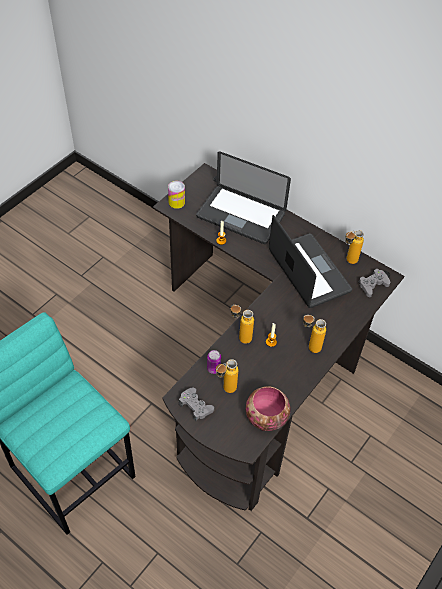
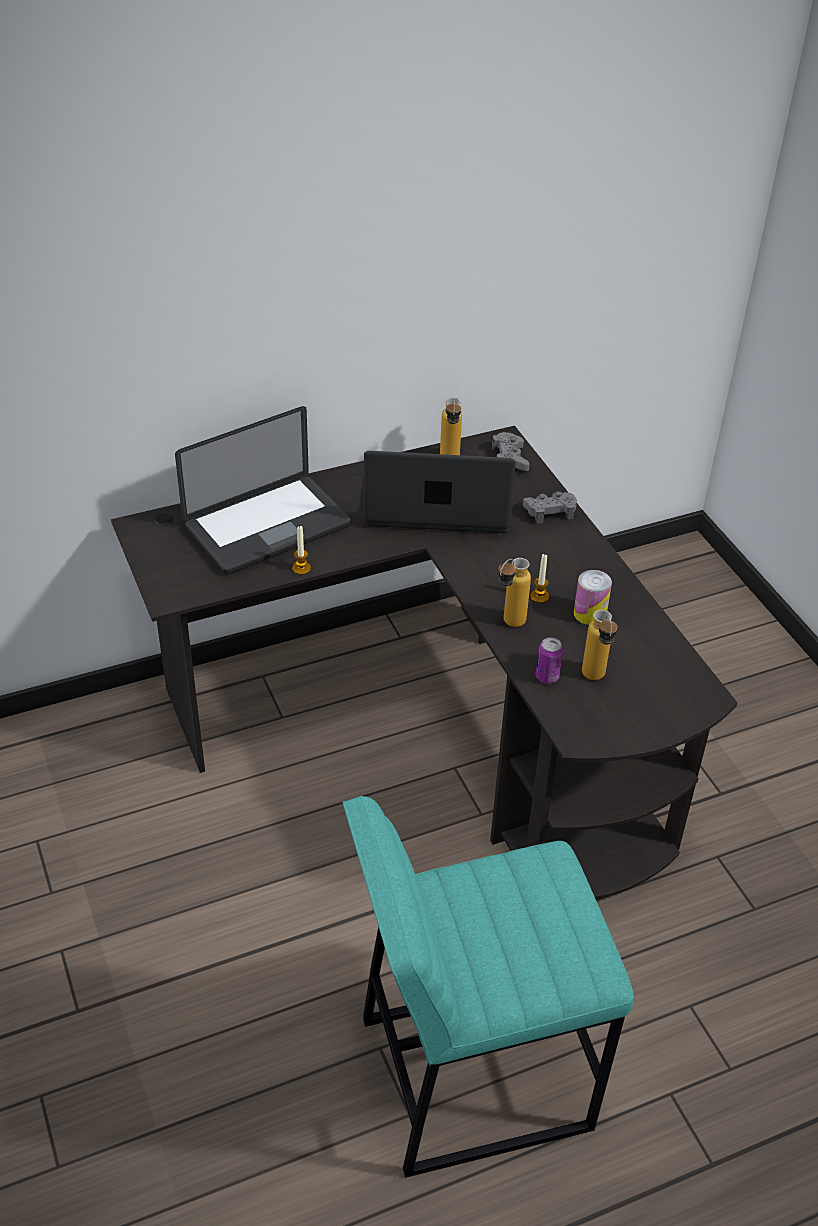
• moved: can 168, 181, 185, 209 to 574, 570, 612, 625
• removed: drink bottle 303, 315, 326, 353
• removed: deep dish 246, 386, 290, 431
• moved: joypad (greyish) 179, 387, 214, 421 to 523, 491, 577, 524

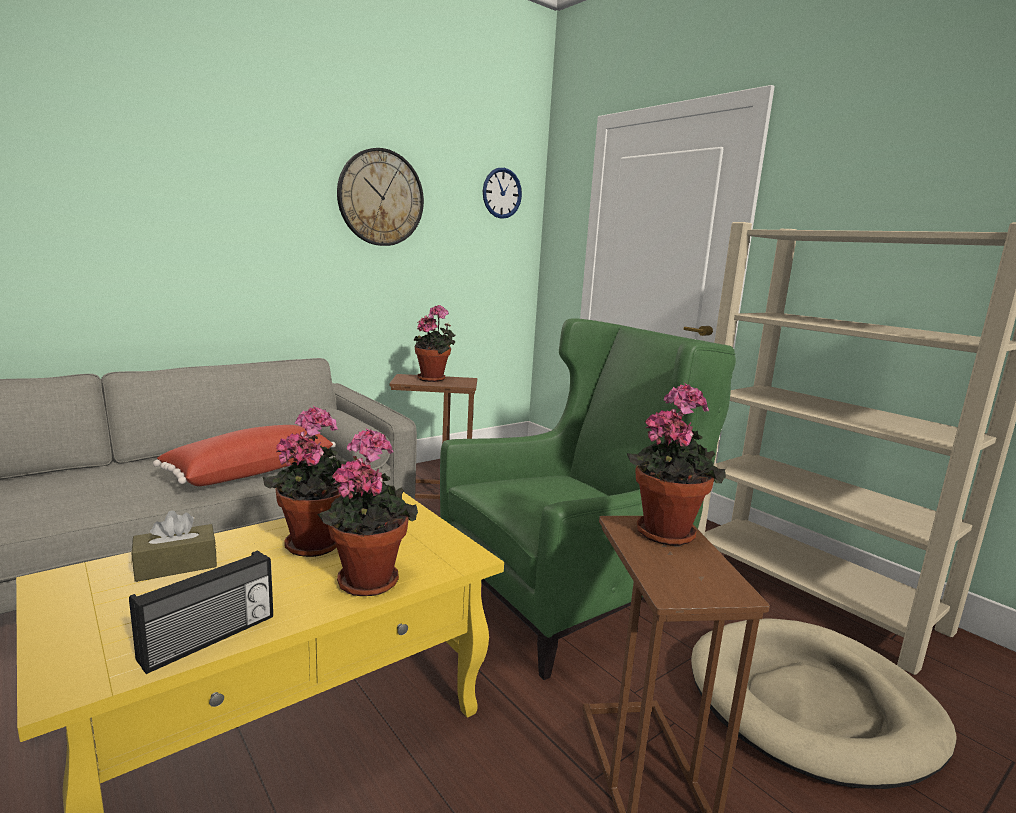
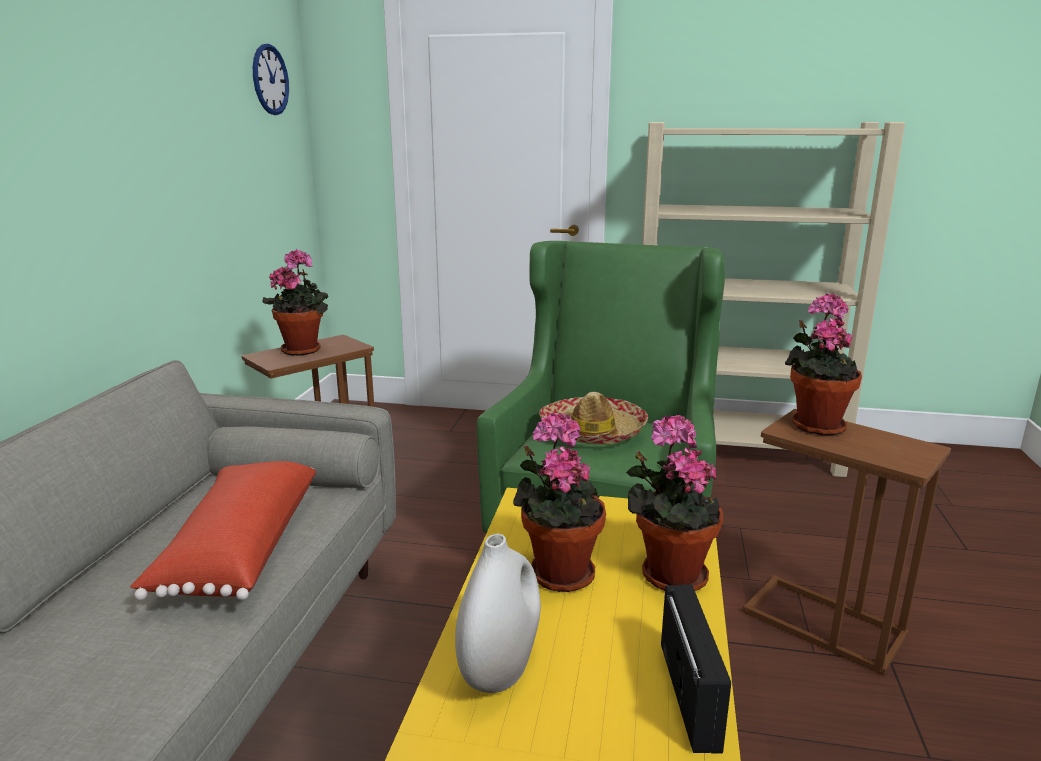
• removed: wall clock 337, 148, 424, 246
• replaced: tissue box (brown) 132, 511, 217, 582 to vase (white) 455, 534, 541, 693
• removed: dog cushion (beige) 691, 618, 957, 789
• added: wearable hat 539, 392, 648, 444

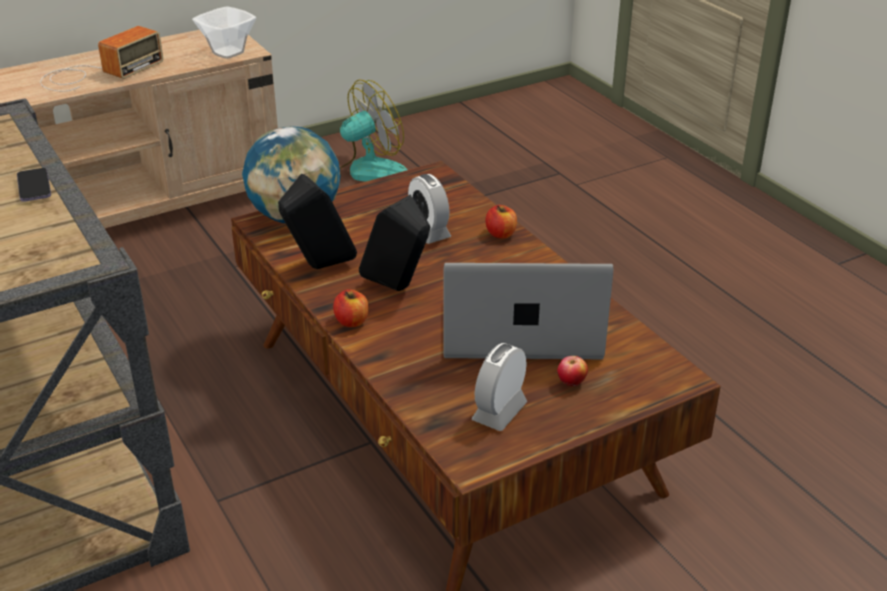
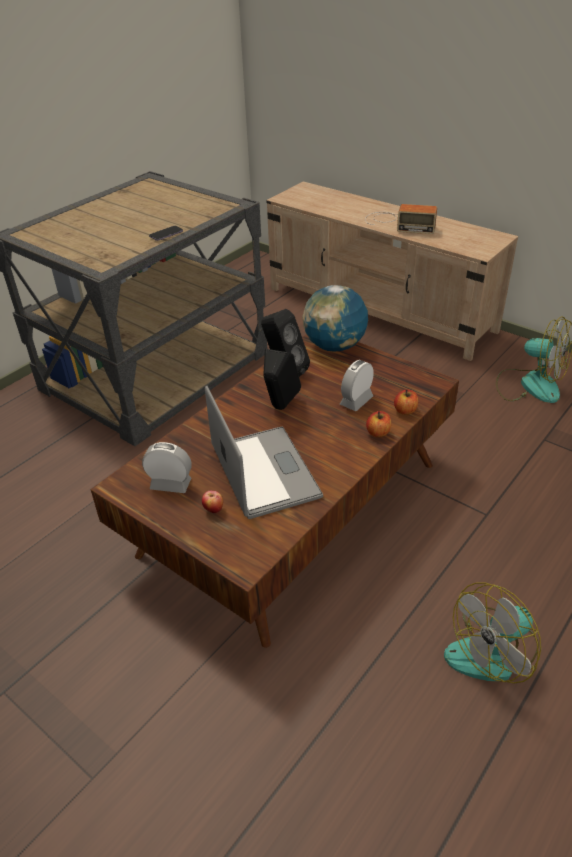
• removed: deep dish 192, 6, 256, 59
• moved: apple 333, 289, 369, 327 to 394, 390, 418, 415
• added: cooling fan 444, 582, 541, 684

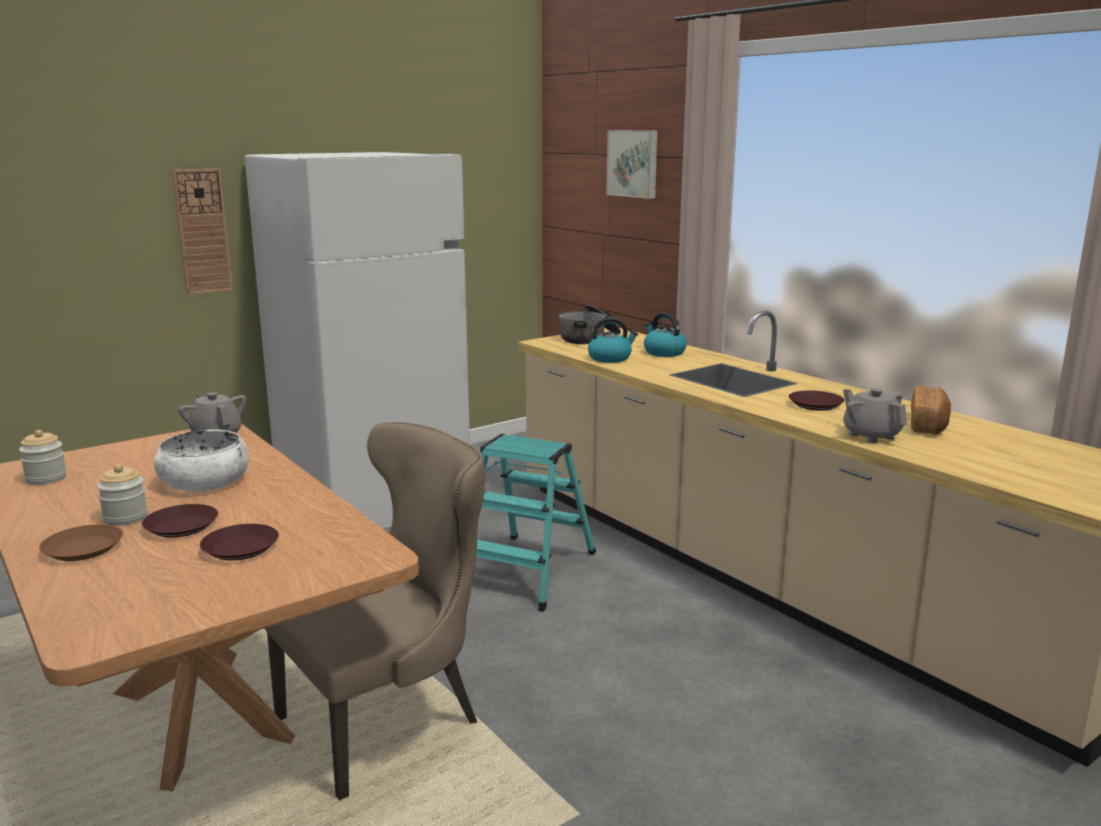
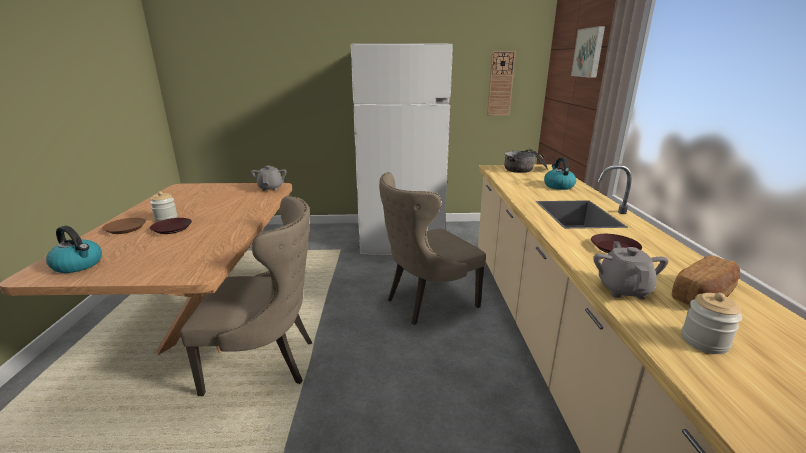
• moved: wall clock 172, 168, 233, 295 to 487, 51, 516, 115
• moved: water kettle 588, 317, 638, 363 to 46, 226, 102, 273
• moved: jar 19, 430, 67, 485 to 681, 293, 742, 354
• removed: deep dish (white) 154, 430, 249, 491
• replaced: stepladder (turquoise-coloured) 476, 433, 596, 612 to plain chair (beige) 379, 172, 486, 325
• removed: flat dish (brown) 200, 524, 279, 560

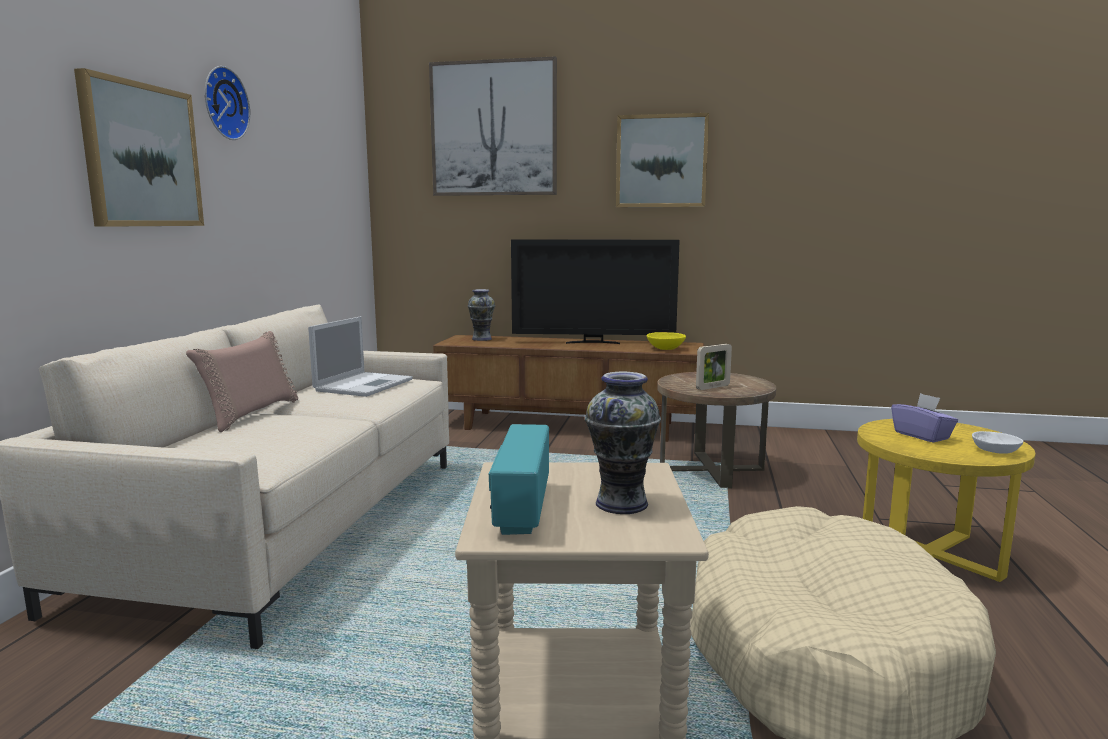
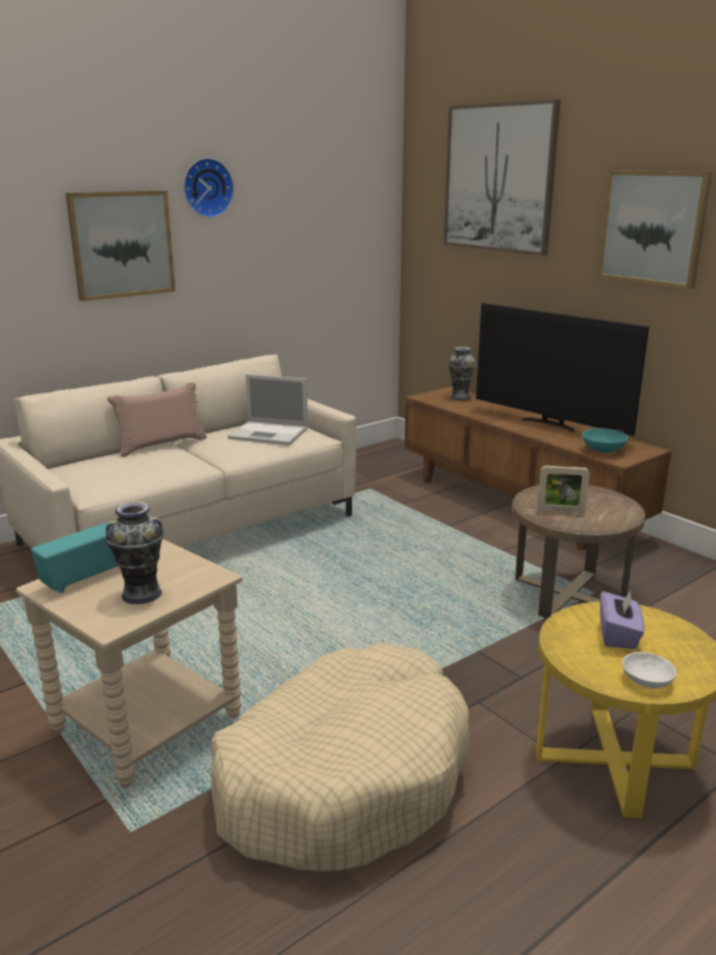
• turned: laptop 308, 316, 413, 397 = 228, 374, 308, 445 45 degrees clockwise
• recoloured: deep dish (yellow) 647, 332, 686, 350 to deep dish (turquoise-coloured) 582, 428, 628, 453

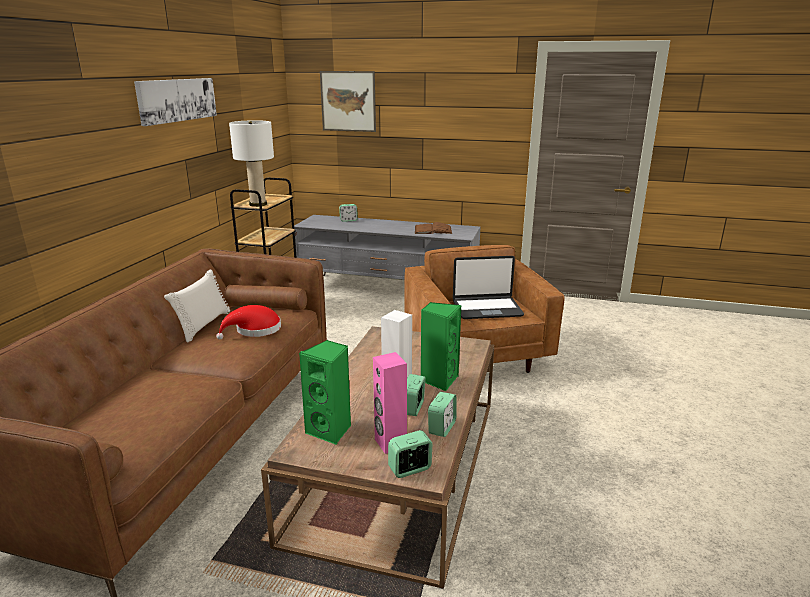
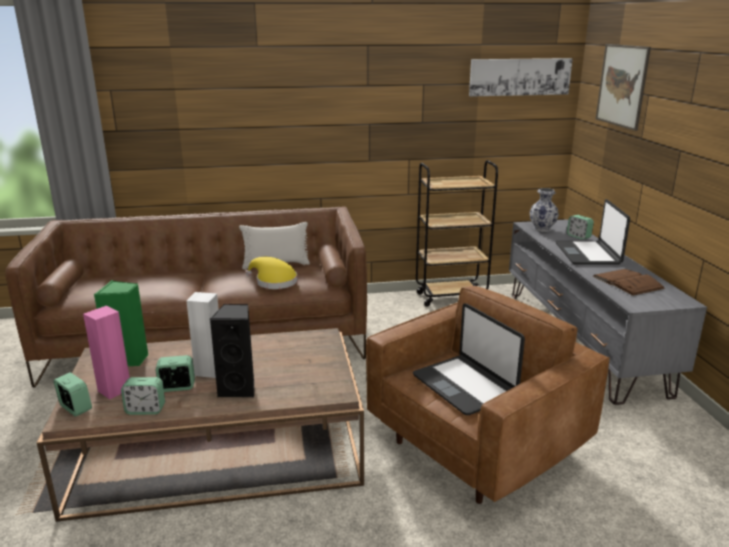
• moved: picture 134, 78, 217, 126 to 469, 58, 573, 97
• removed: table lamp (white) 229, 120, 274, 207
• recoloured: audio speaker (green-coloured) 421, 302, 461, 391 to audio speaker (blackish) 209, 304, 254, 397
• recoloured: wearable hat (red-coloured) 216, 305, 281, 339 to wearable hat (yellow) 246, 257, 297, 289
• added: vase 529, 188, 559, 232
• added: laptop 556, 199, 630, 265

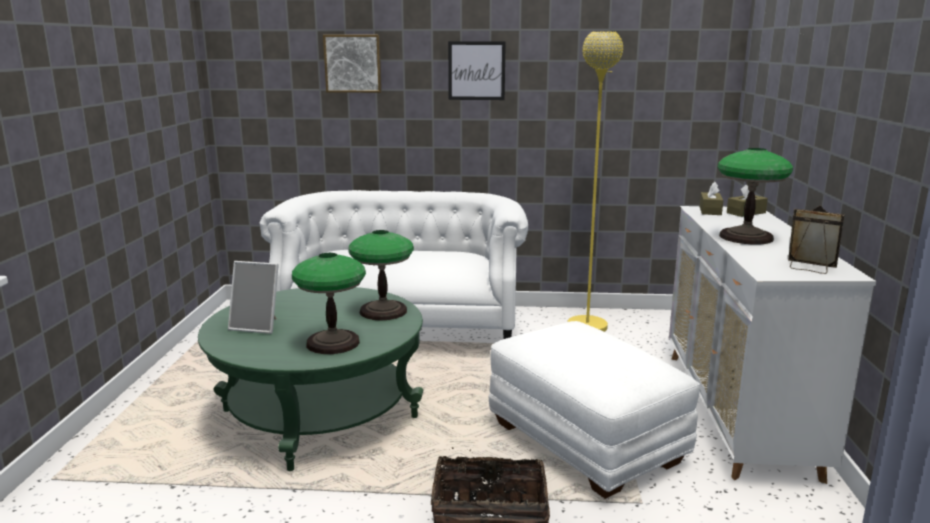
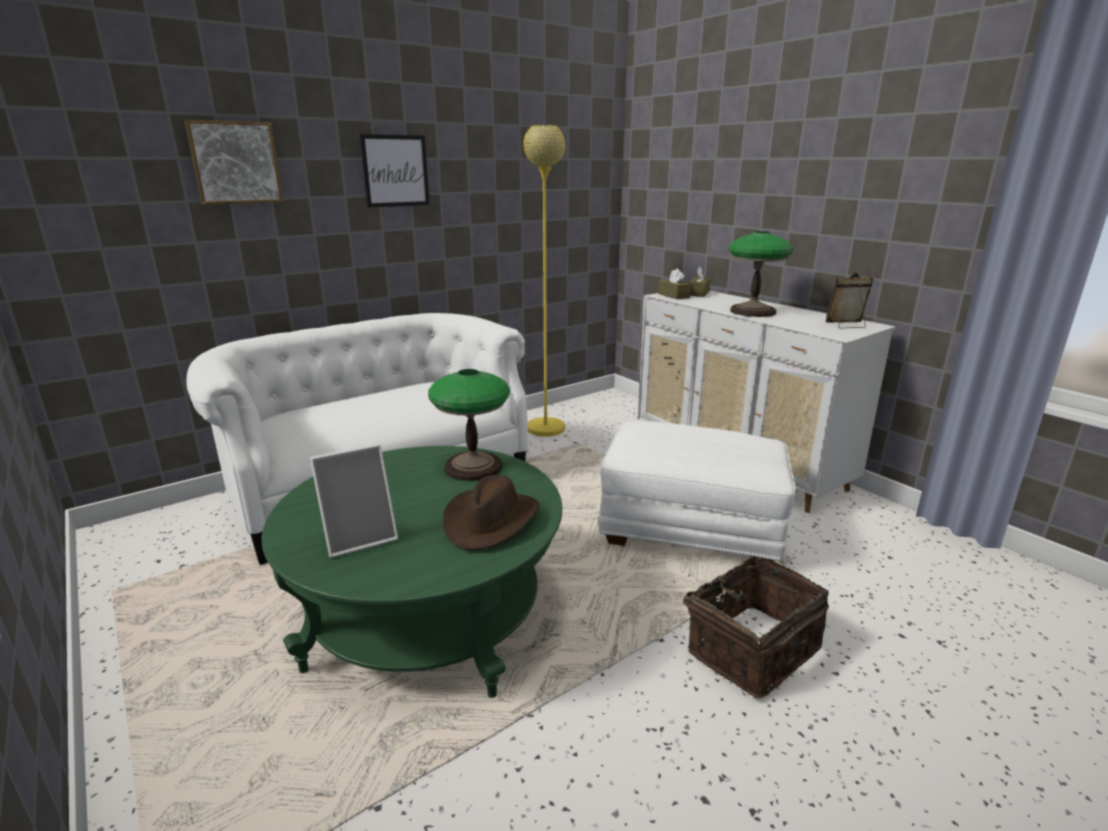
• replaced: table lamp 292, 253, 366, 354 to wearable hat (brown) 443, 475, 540, 550

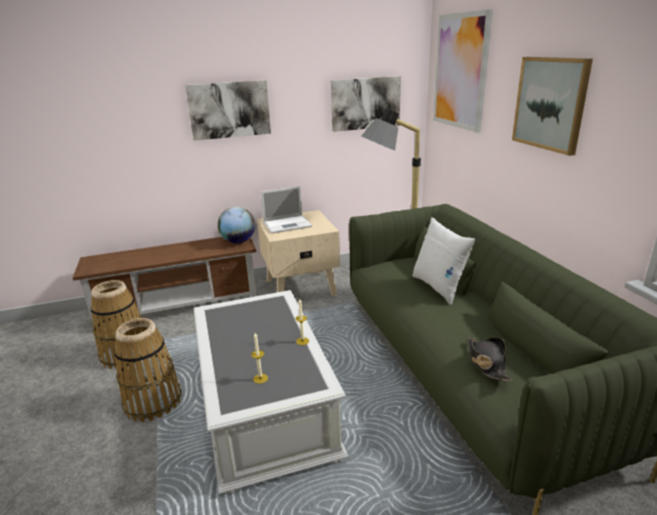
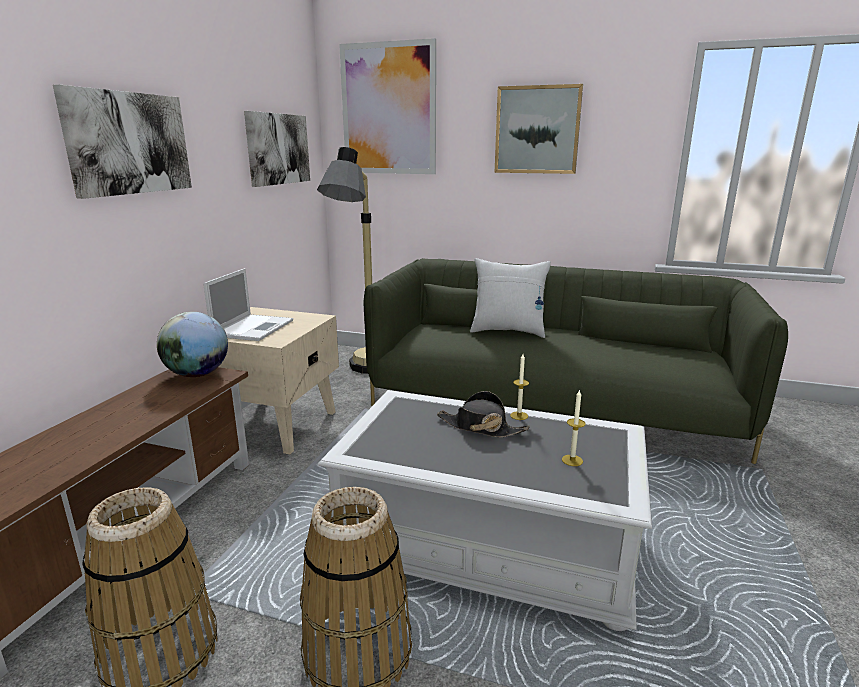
• moved: wearable hat (blackish) 468, 337, 512, 382 to 437, 391, 530, 437

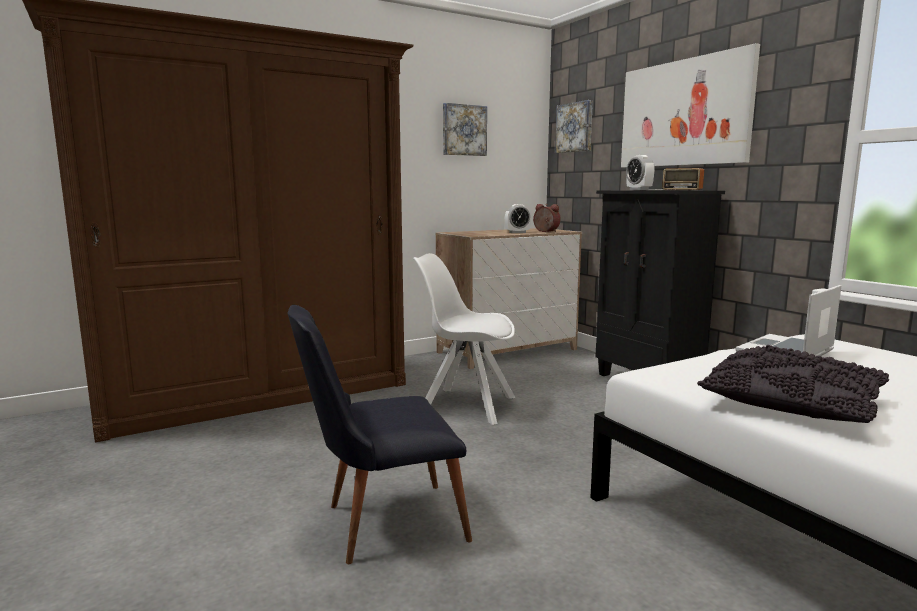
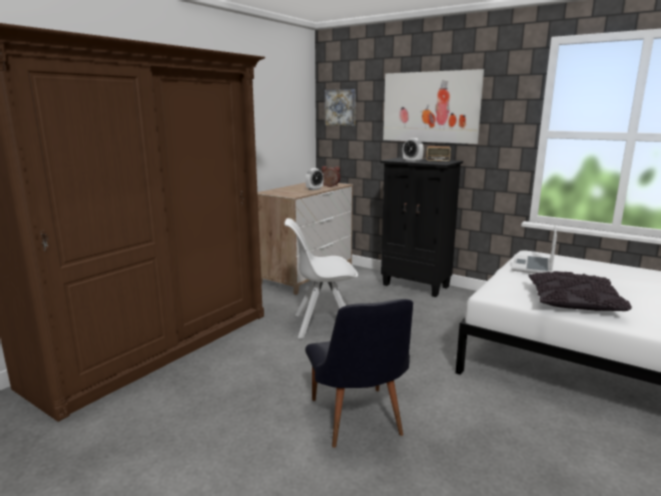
• removed: picture 443, 103, 487, 156
• turned: plain chair (blackish) 288, 305, 472, 564 = 305, 299, 413, 448 60 degrees counterclockwise

